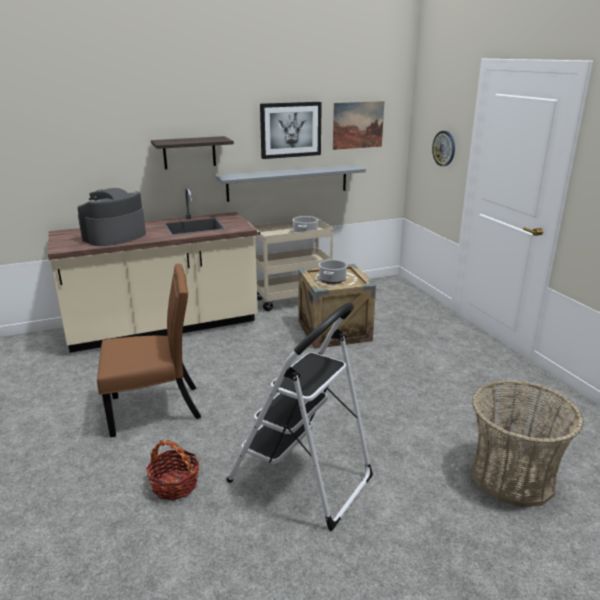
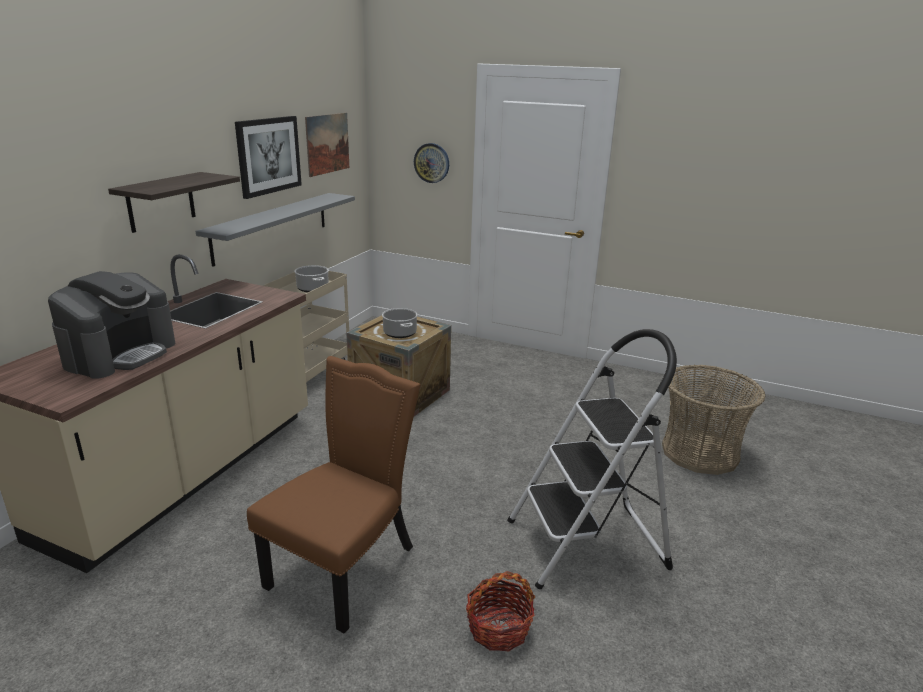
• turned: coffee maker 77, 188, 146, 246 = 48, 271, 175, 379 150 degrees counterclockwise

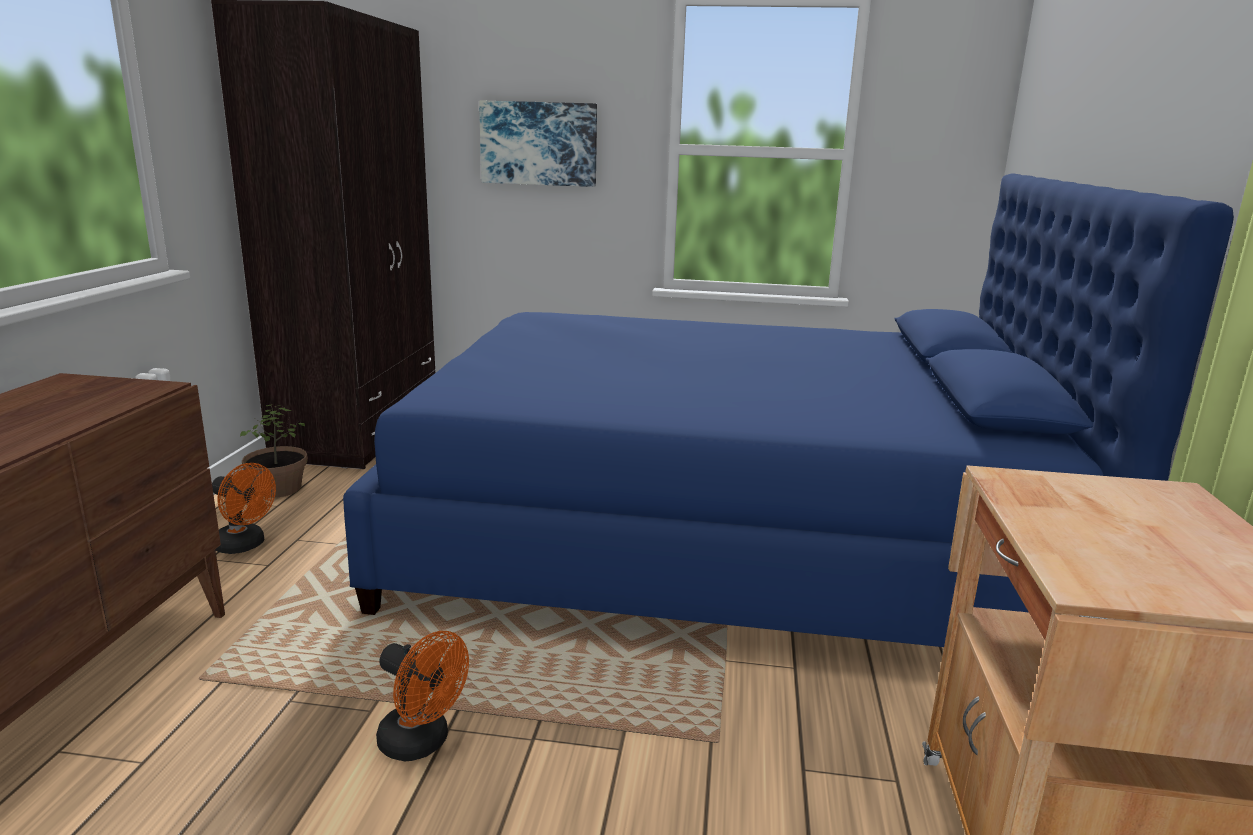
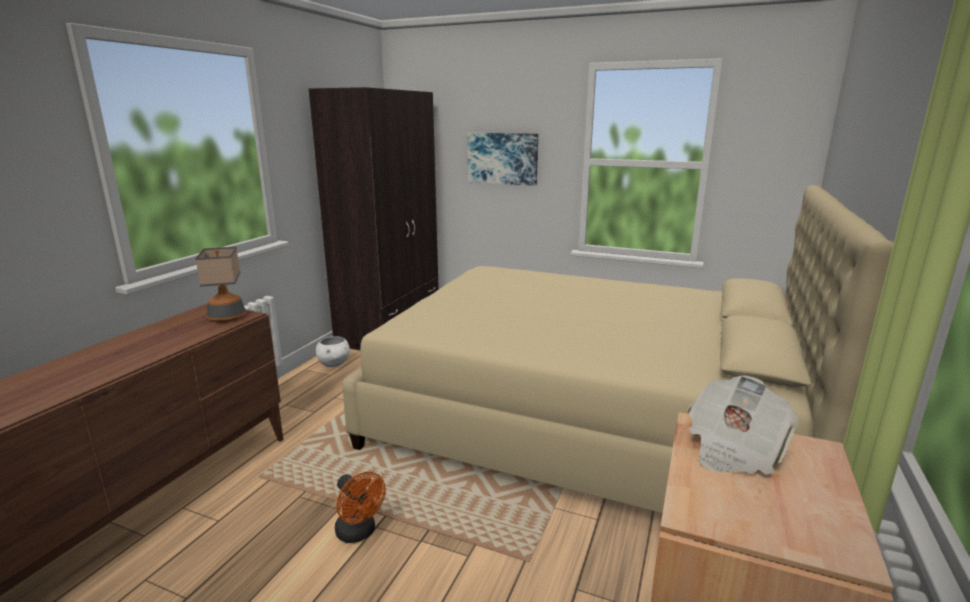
• recoloured: bedroom bed (bluish) 343, 173, 1234, 647 to bedroom bed (beige) 342, 185, 894, 513
• replaced: plant in a pot 240, 405, 308, 498 to deep dish (white) 316, 336, 350, 367
• removed: cooling fan (orangey) 212, 463, 276, 554
• added: table lamp 195, 247, 246, 322
• added: printed paper 688, 375, 799, 475

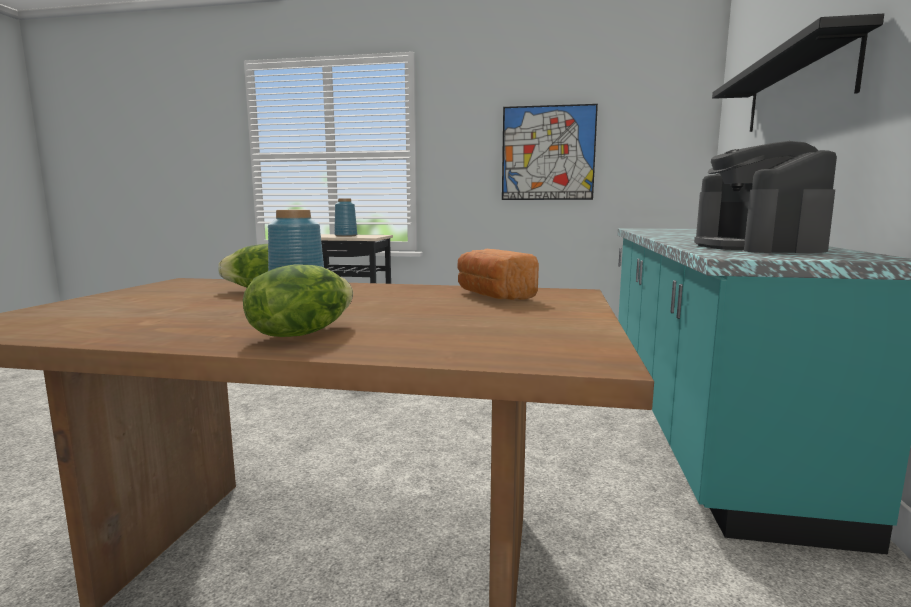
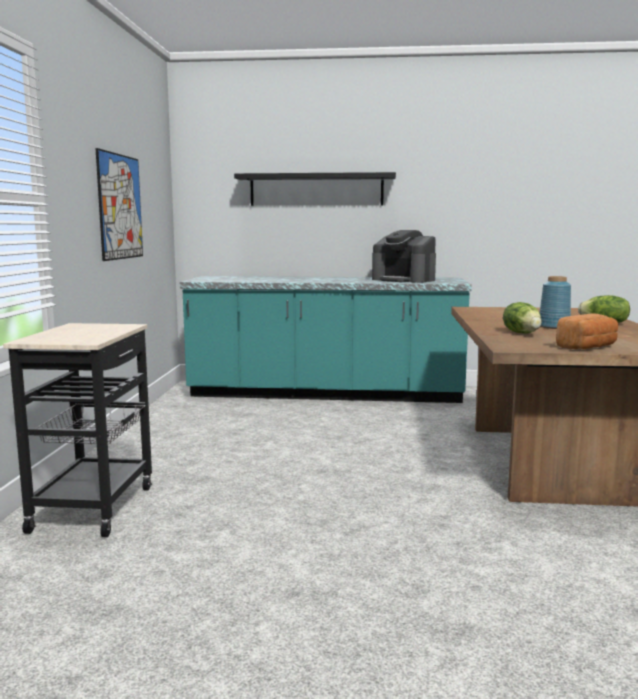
• turned: coffee maker 694, 141, 837, 253 = 372, 230, 436, 283 45 degrees clockwise
• removed: vase (bluish) 334, 198, 357, 237
• moved: bakery bread 457, 249, 539, 300 to 556, 314, 618, 349

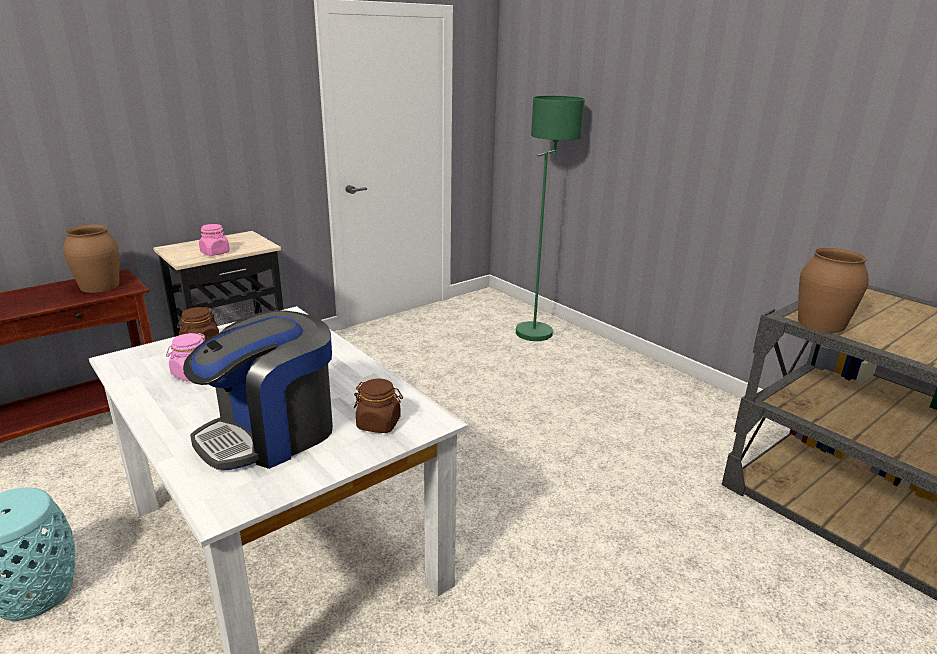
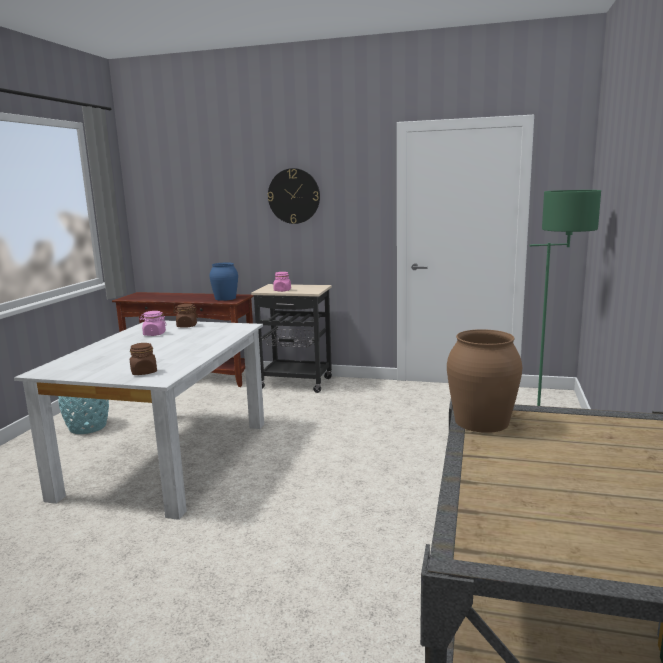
• recoloured: vase (brown) 63, 225, 119, 293 to vase (bluish) 209, 262, 238, 301
• removed: coffee maker 183, 310, 333, 470
• added: wall clock 268, 168, 320, 224

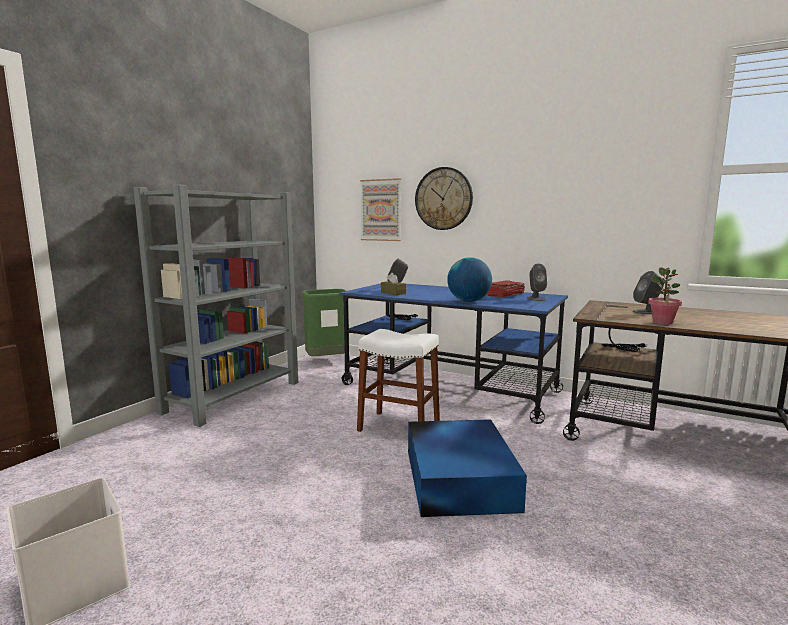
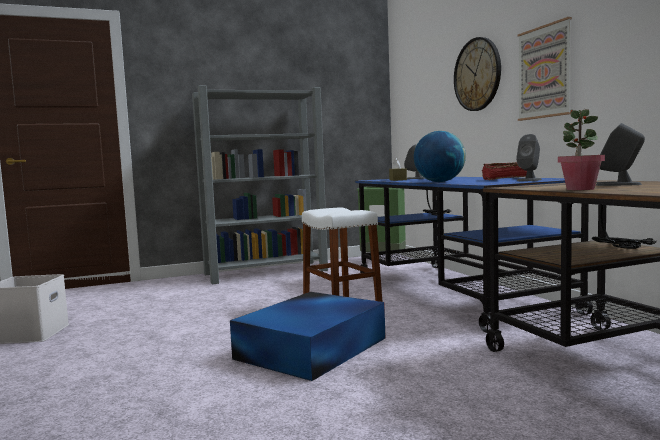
• moved: picture 360, 178, 401, 241 to 518, 17, 572, 121

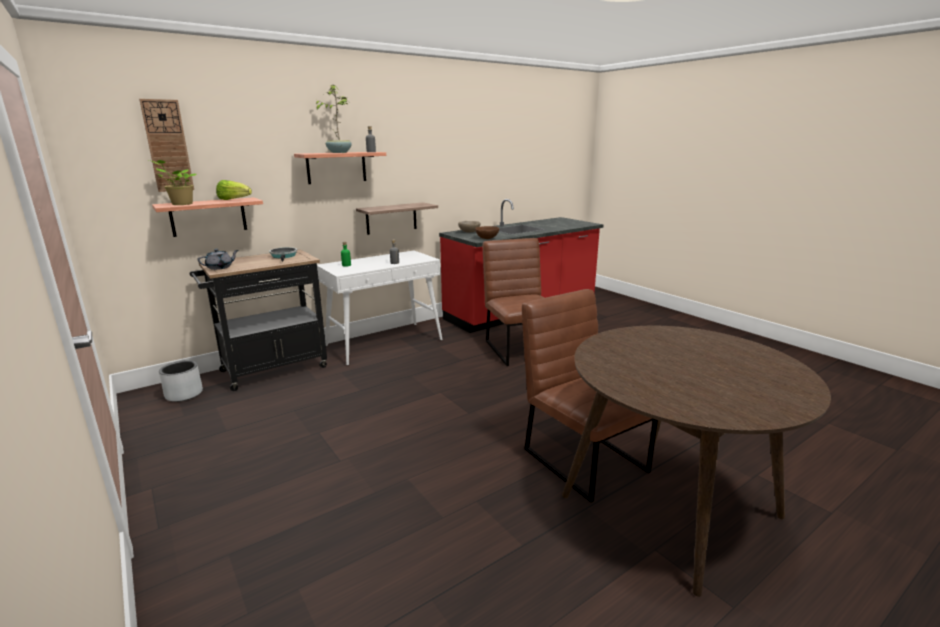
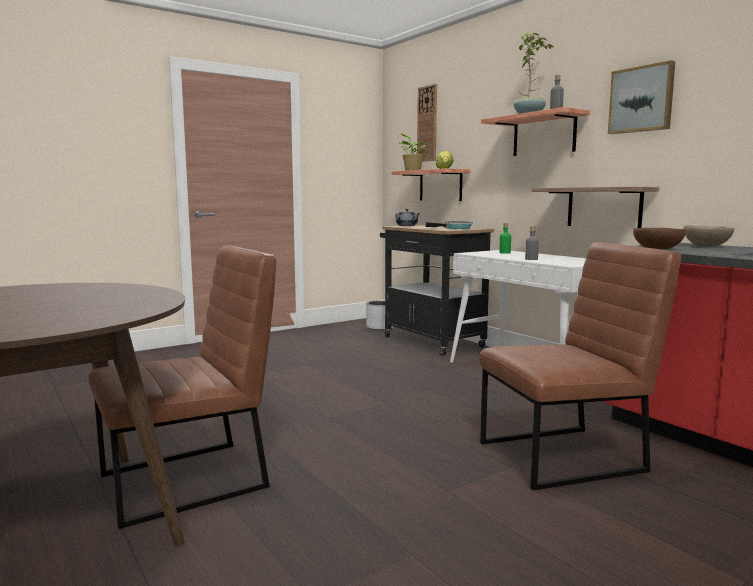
• added: picture 608, 60, 675, 134

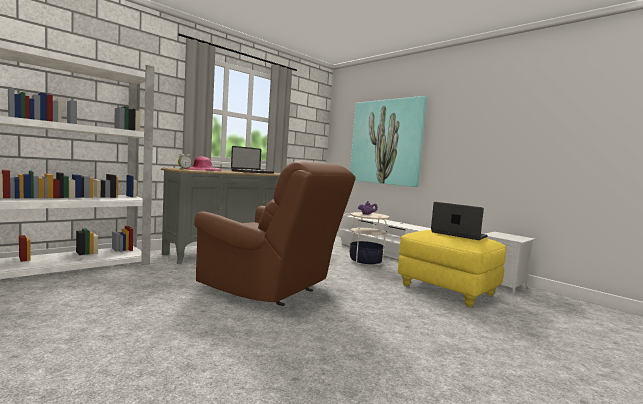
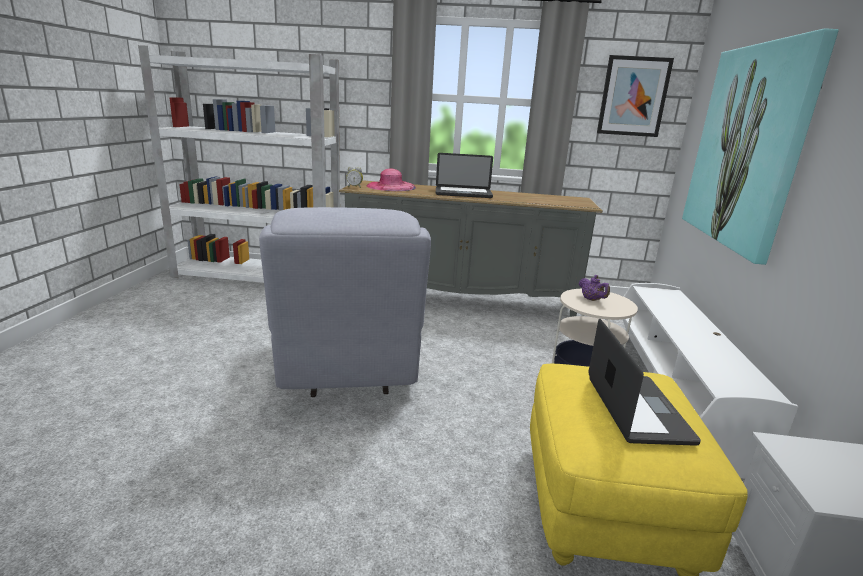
• recoloured: armchair (brown) 194, 161, 356, 306 to armchair (greyish) 259, 207, 431, 397
• added: picture 597, 55, 674, 137

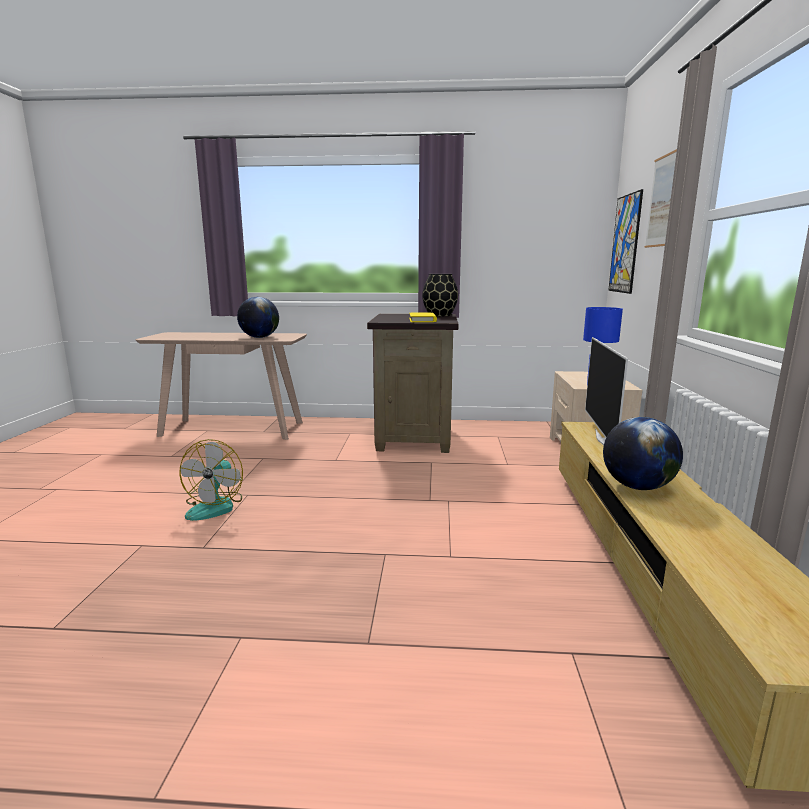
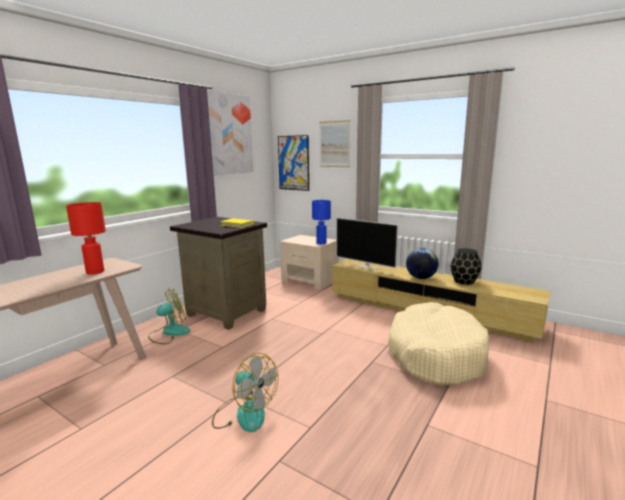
• moved: vase (blackish) 422, 274, 458, 317 to 451, 248, 481, 285
• replaced: desk globe 237, 297, 279, 338 to table lamp (red-coloured) 66, 202, 106, 275
• added: picture 207, 90, 253, 175
• added: cooling fan 148, 288, 190, 344
• added: dog cushion (beige) 387, 302, 489, 386

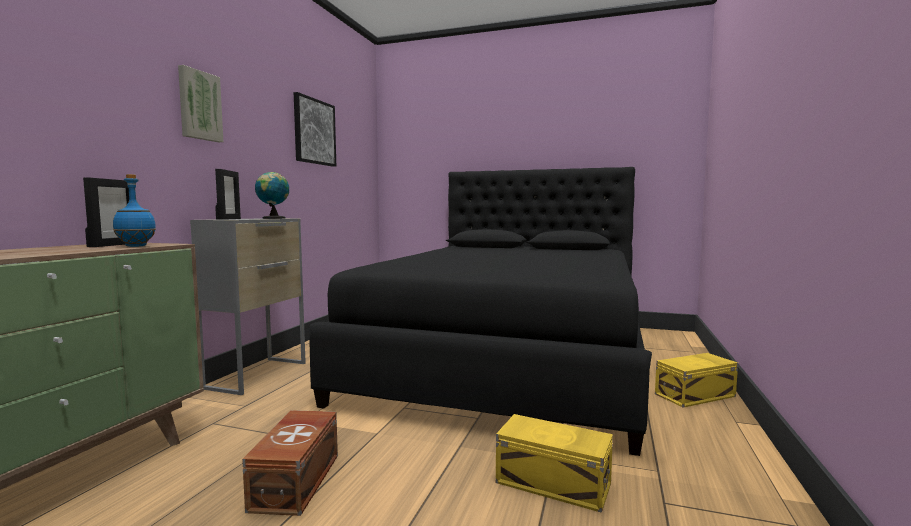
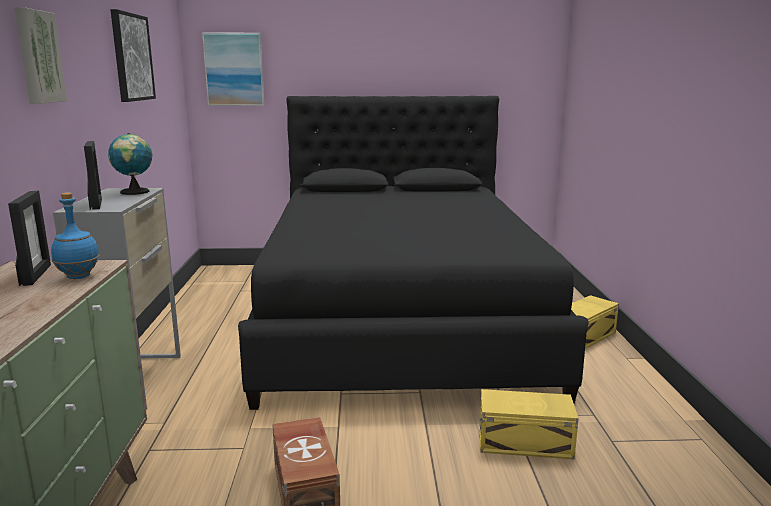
• added: picture 202, 33, 265, 106

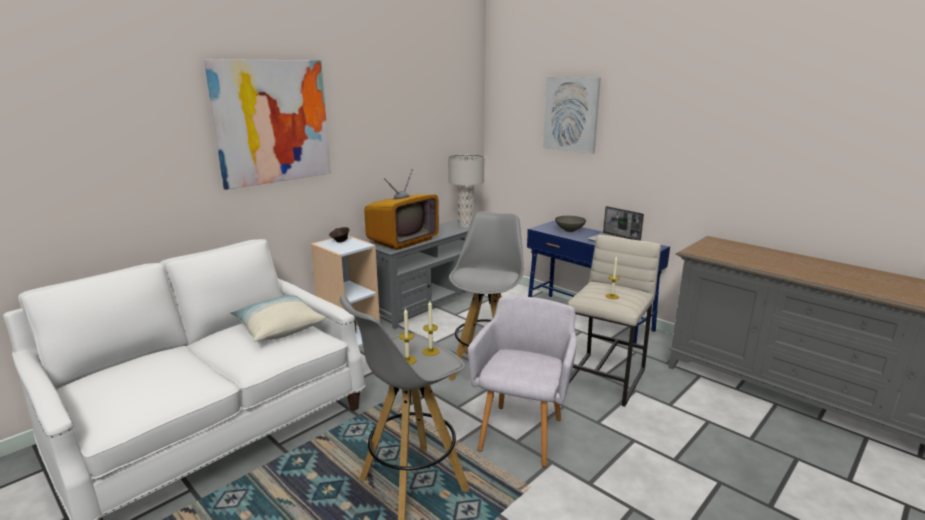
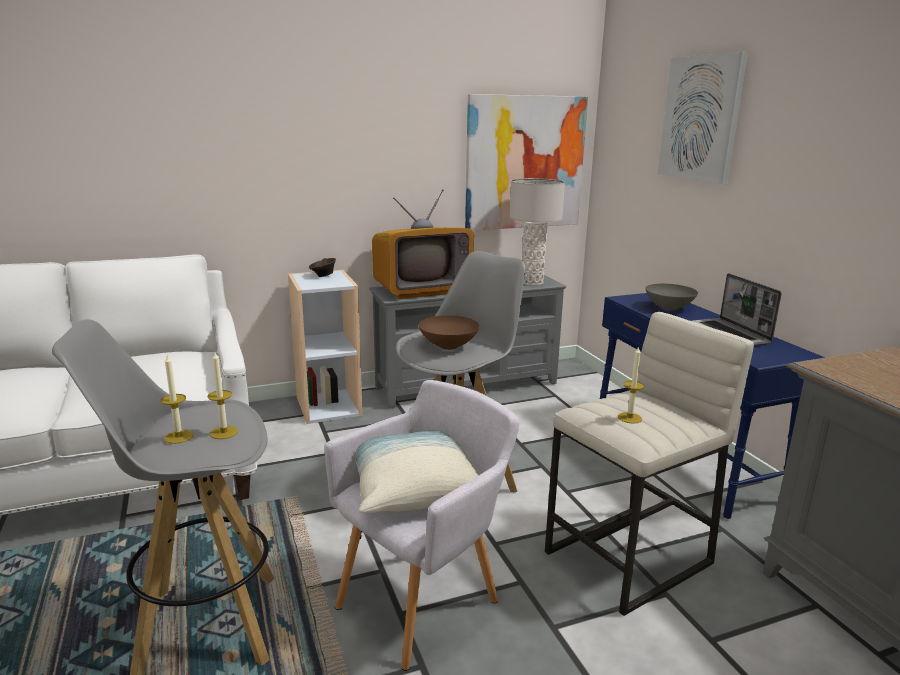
• moved: picture 204, 59, 331, 190 to 465, 94, 588, 230
• moved: throw pillow 230, 295, 326, 342 to 355, 430, 479, 513
• added: deep dish (brown) 419, 315, 480, 350

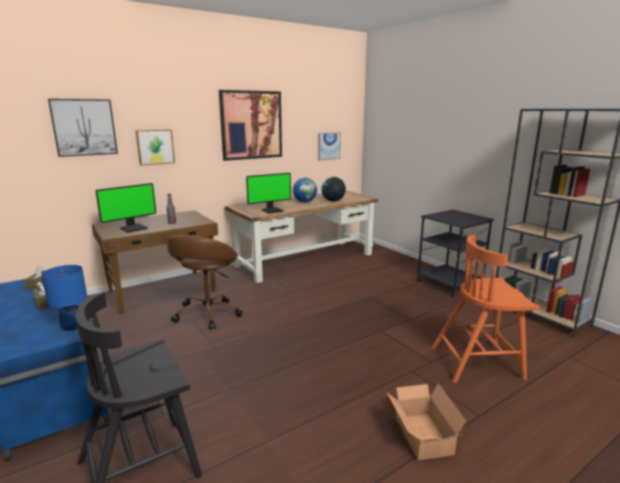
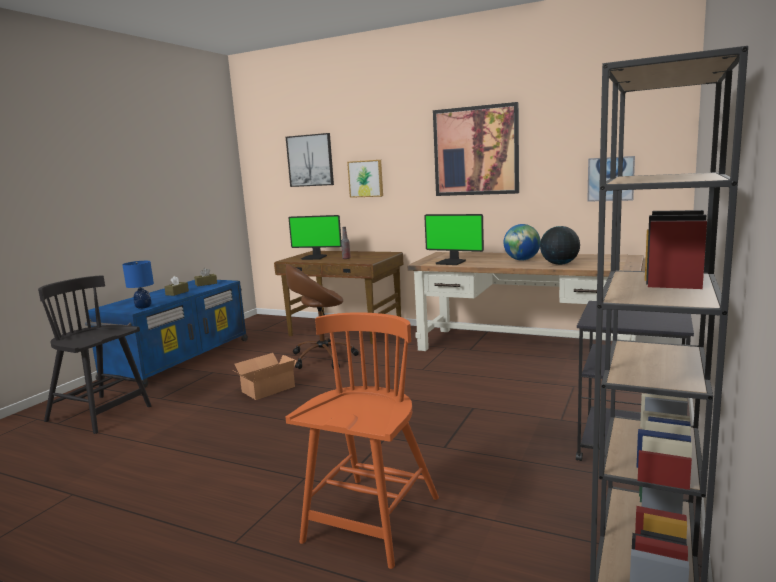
• turned: plain chair (orangey) 431, 235, 540, 383 = 286, 312, 439, 569 60 degrees clockwise
• moved: packing box 387, 384, 466, 460 to 234, 353, 297, 400

